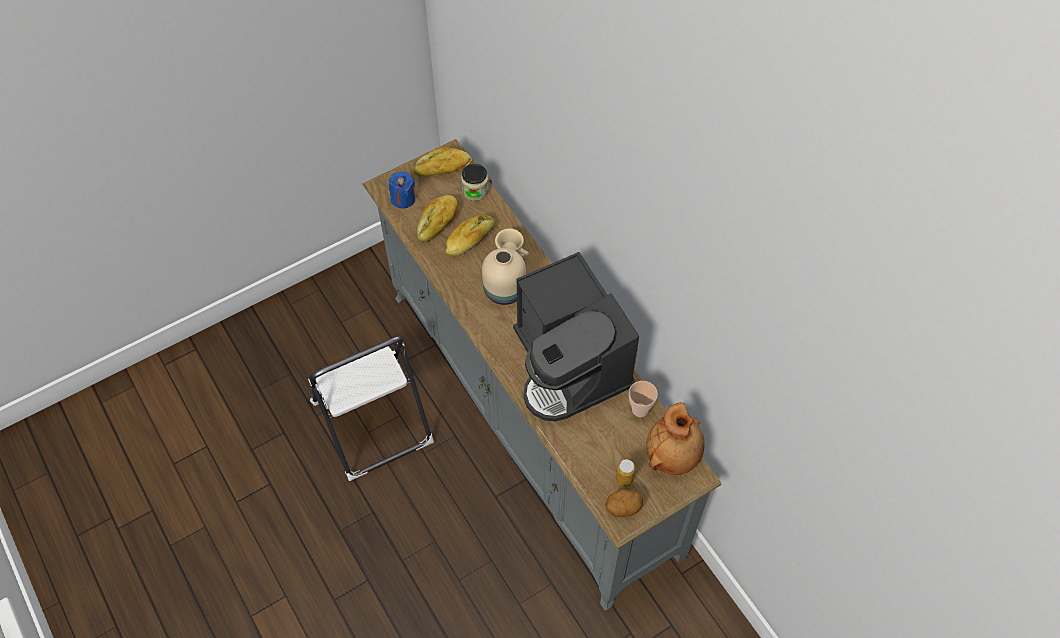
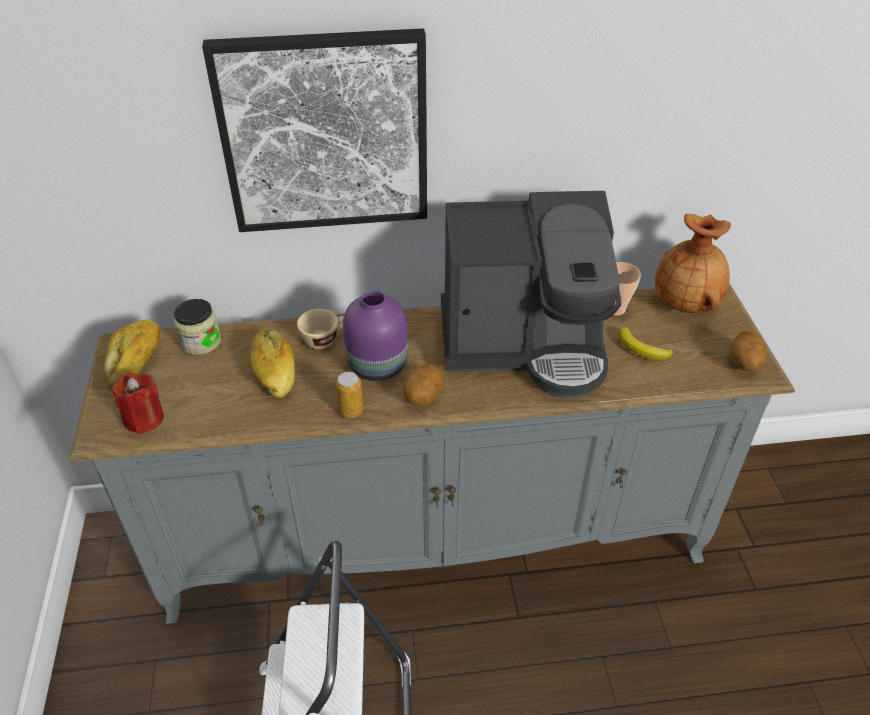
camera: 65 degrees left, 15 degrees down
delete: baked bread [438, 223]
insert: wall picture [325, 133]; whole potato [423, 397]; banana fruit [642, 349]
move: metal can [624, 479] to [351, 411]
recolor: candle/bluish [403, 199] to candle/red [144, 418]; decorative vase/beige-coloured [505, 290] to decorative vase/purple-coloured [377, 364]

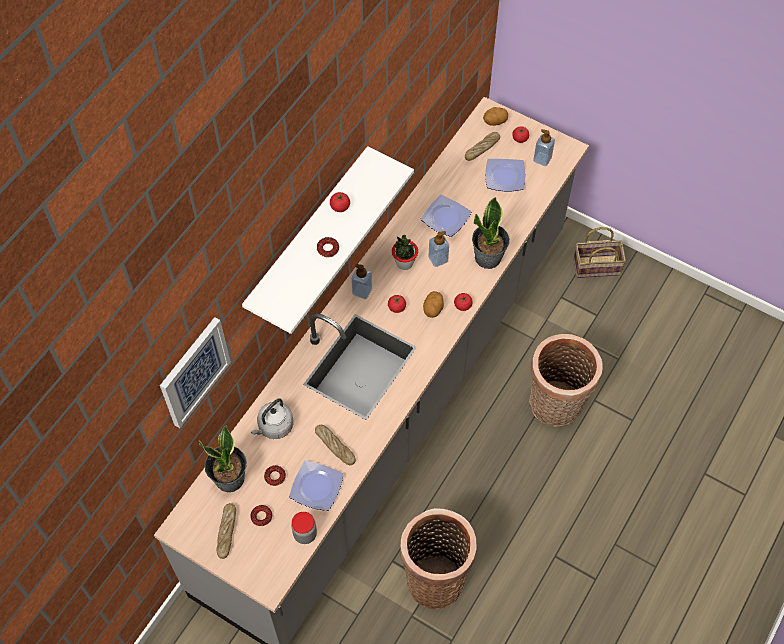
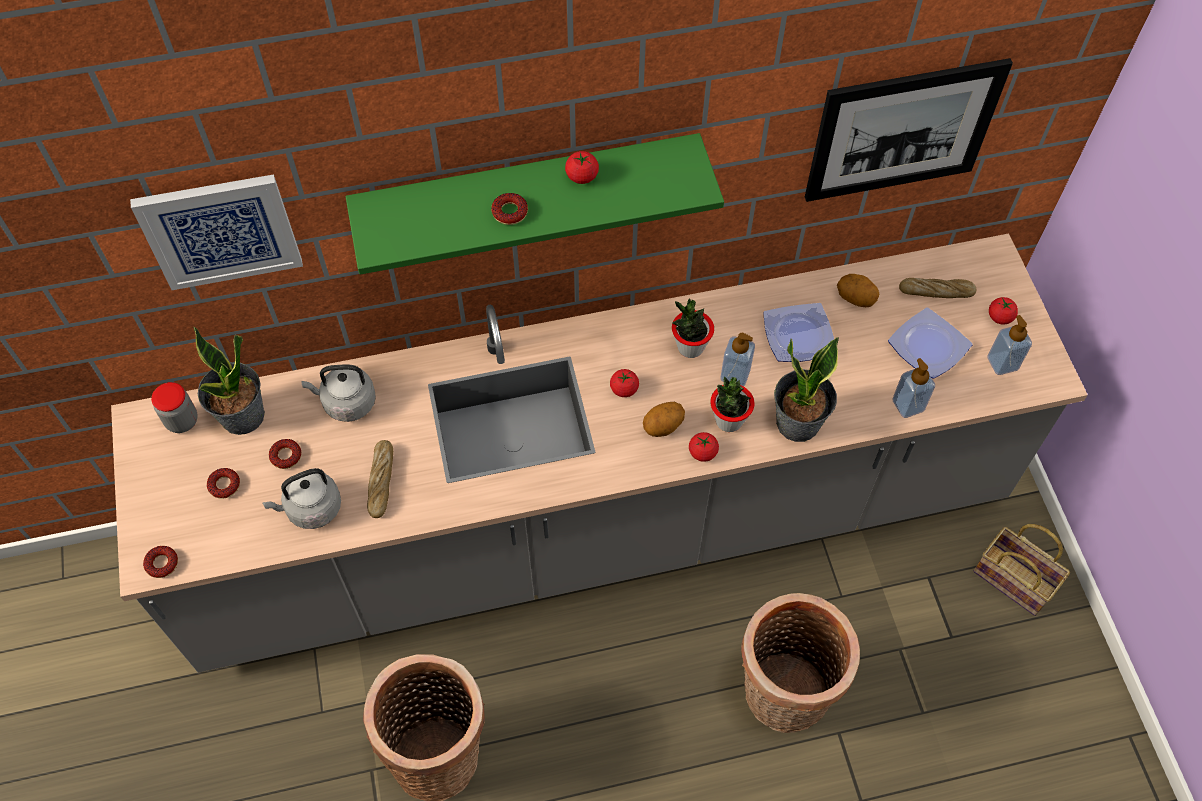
camera: 45 degrees right, 0 degrees up
delete: baked bread [227, 532]
insert: doughnut [162, 564]; houseplant [728, 421]; wall picture [902, 130]
move: preserve jar [305, 534] to [182, 421]; soap bottle [362, 291] to [908, 405]; whole potato [495, 122] to [855, 298]
replace: flat dish [317, 488] to water kettle/greyish [311, 509]
recolor: bracket shelf/white [308, 237] to bracket shelf/green-coloured [527, 192]

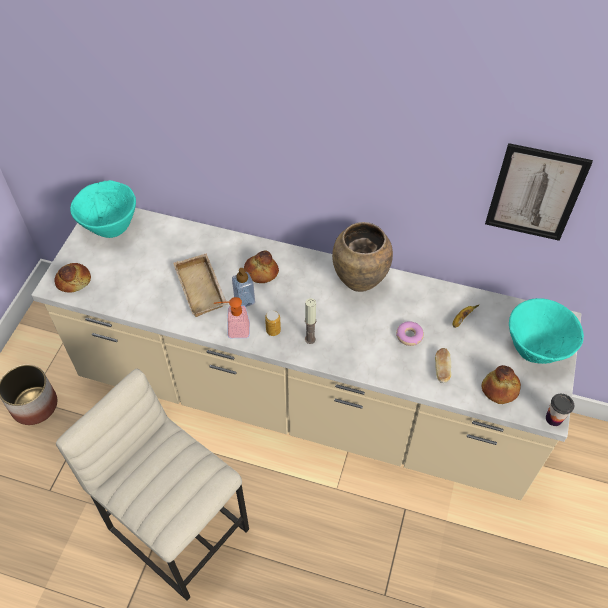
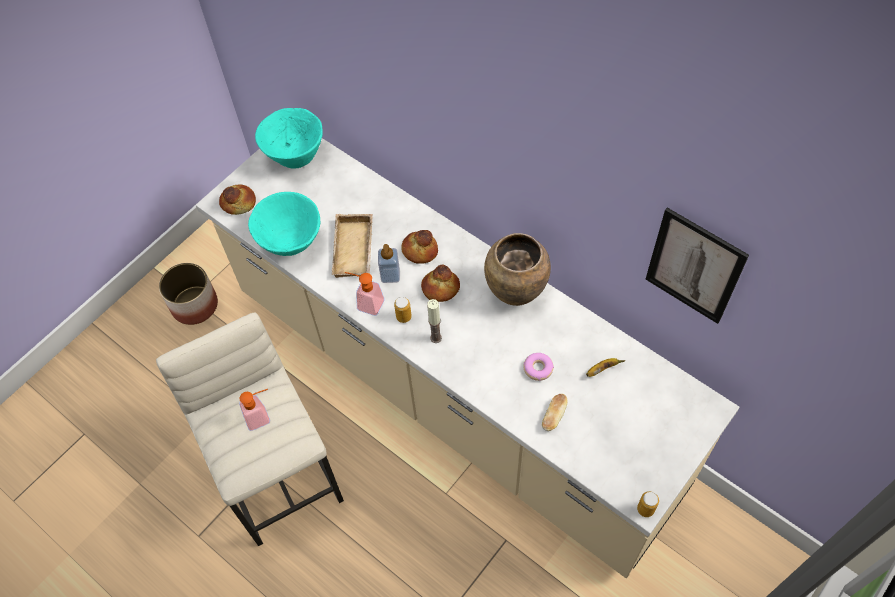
camera: 25 degrees right, 5 degrees up
insert: soap bottle [262, 416]
move: baked bread [500, 389] to [440, 288]; serving bowl/turquoise-coloured [536, 350] to [291, 243]
replace: cup [553, 418] to metal can [645, 509]

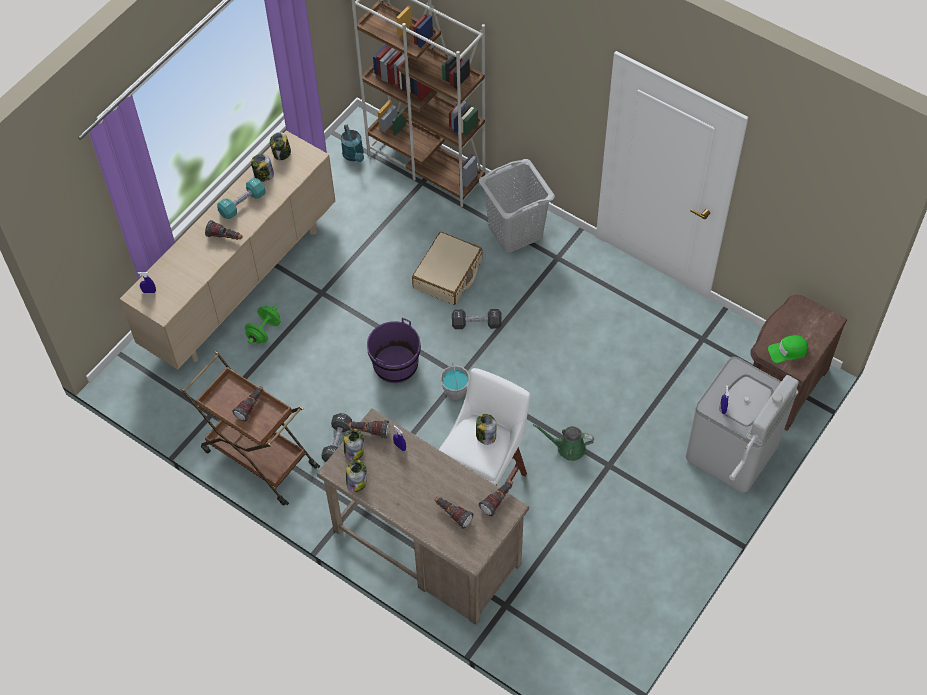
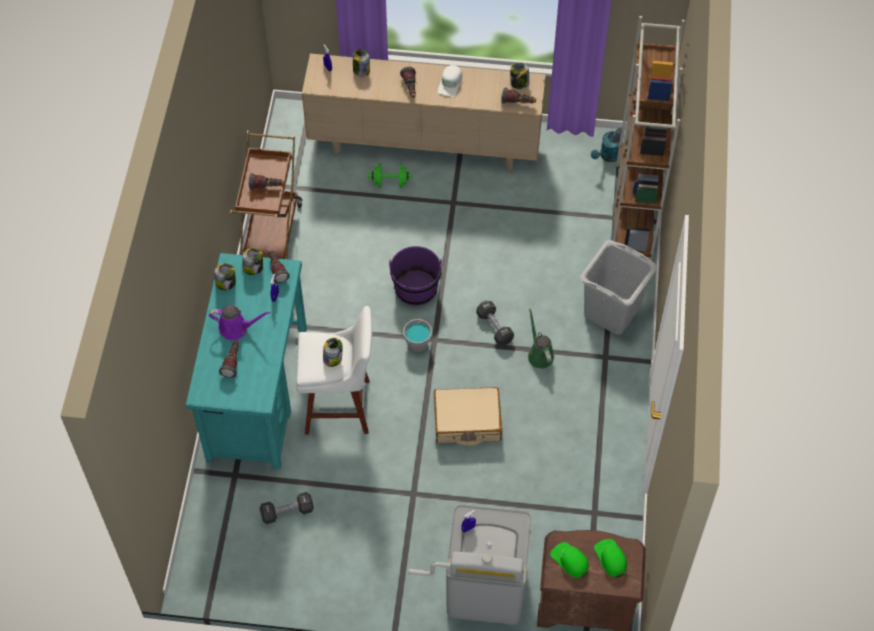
camera: 60 degrees right, 0 degrees up
insert: watering can/purple-coloured [236, 328]; cap/green-coloured [611, 558]
move: preserve jar [263, 175] to [361, 70]; free weight/blackish [337, 443] to [287, 512]; suitcase/beige-coloured [448, 275] to [467, 421]; flashlight [498, 500] to [518, 103]; watering can/green-coloured [568, 448] to [539, 354]
replace: free weight/turquoise-coloured [242, 204] to cap/white [450, 83]
recolor: desk/brown-coloured [425, 547] to desk/turquoise-coloured [256, 392]

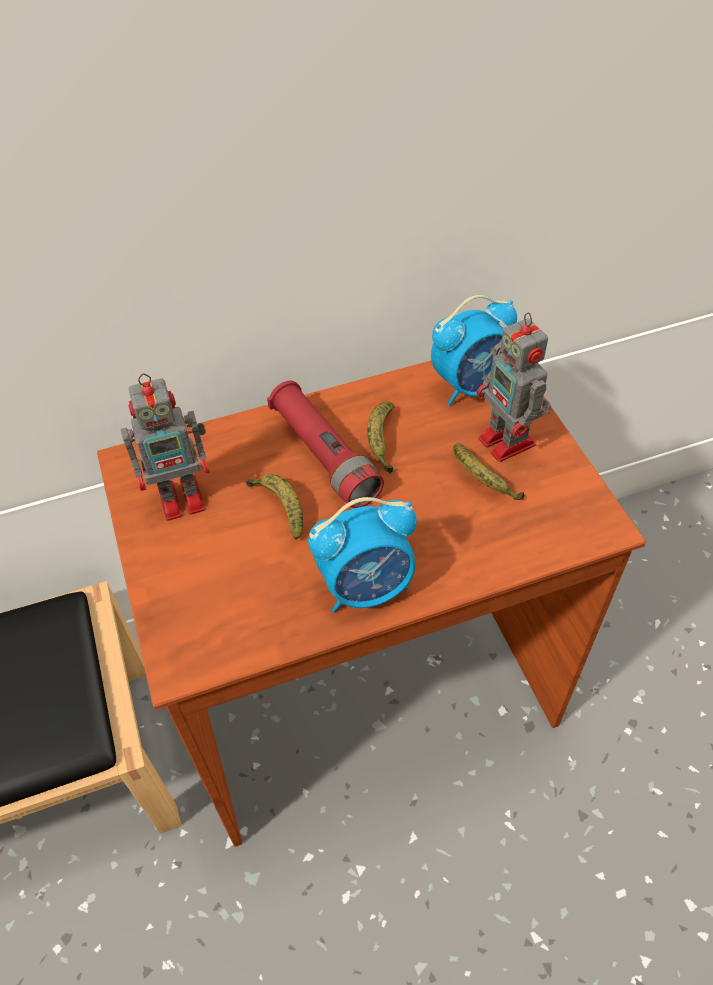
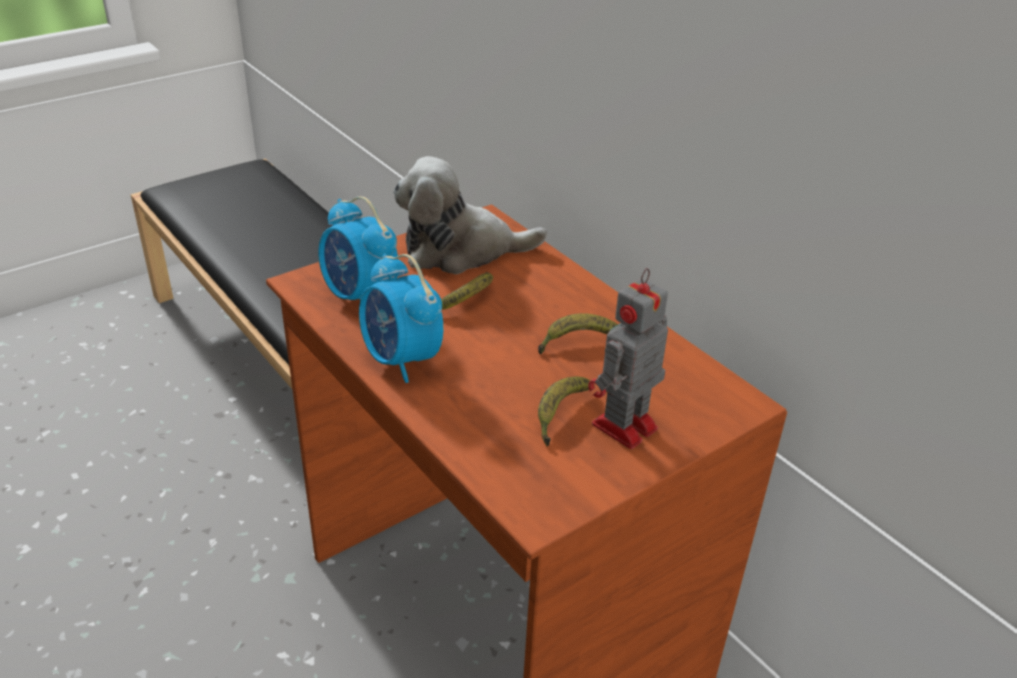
camera: 70 degrees right, 15 degrees down
delete: flashlight/red [324, 455]
move: table clock [472, 386] to [360, 297]
replace: model robot [184, 497] to plush toy [461, 251]

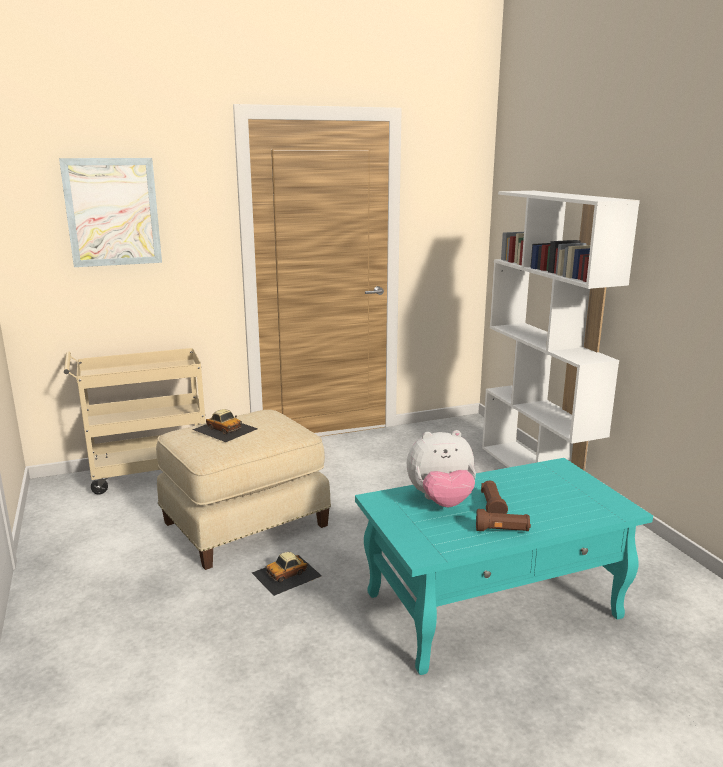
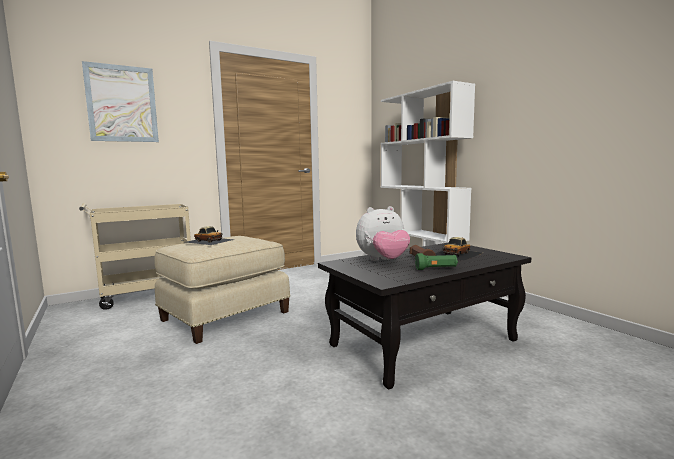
camera: 10 degrees left, 10 degrees down
move: miniature car [287, 574] to [457, 253]
recolor: coffee table/turquoise-coloured [494, 605] to coffee table/blackish [425, 342]; flashlight/brown-coloured [502, 531] to flashlight/green-coloured [436, 269]

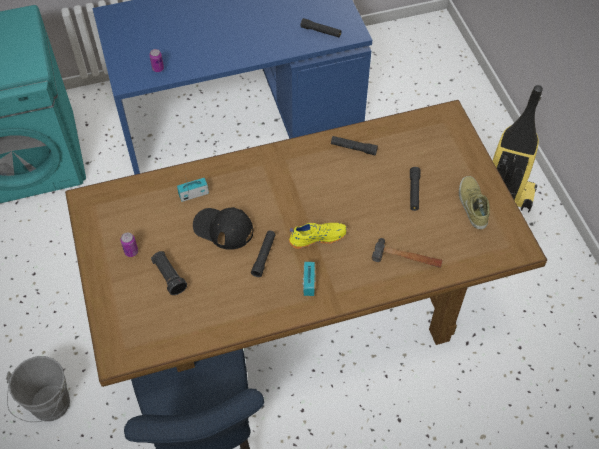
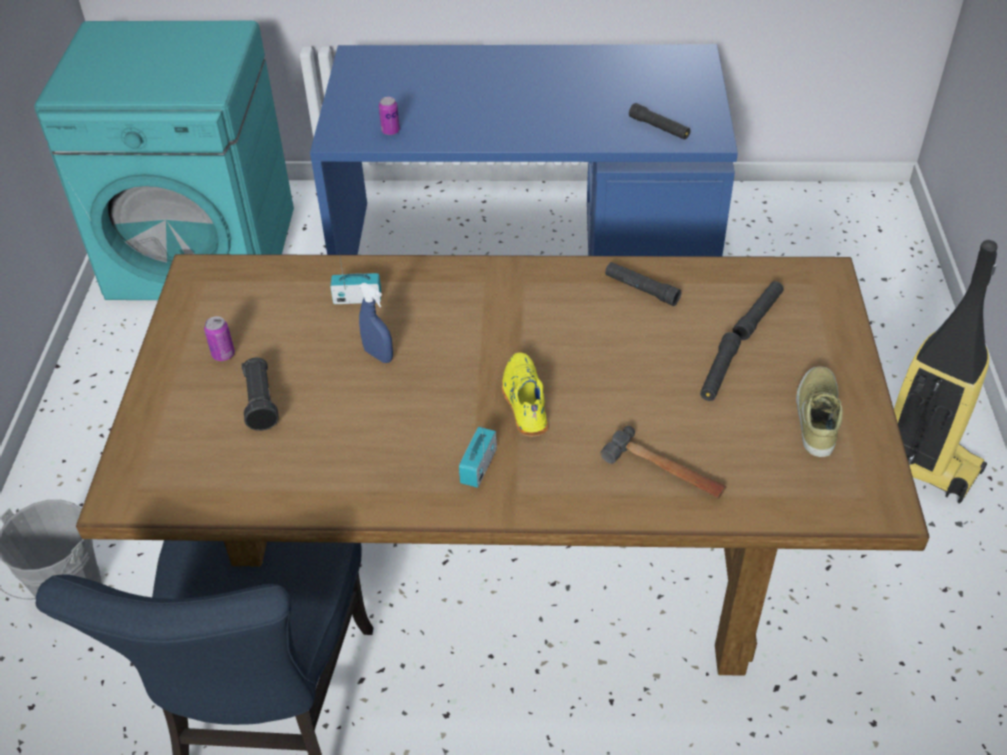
camera: 20 degrees right, 10 degrees down
move: flashlight/blackish [264, 256] to [758, 316]
replace: cap/blackish [223, 228] to hand sprayer/bluish [378, 355]
rotate: item of footwear/yellow [317, 237] = [524, 402] 105 degrees counterclockwise

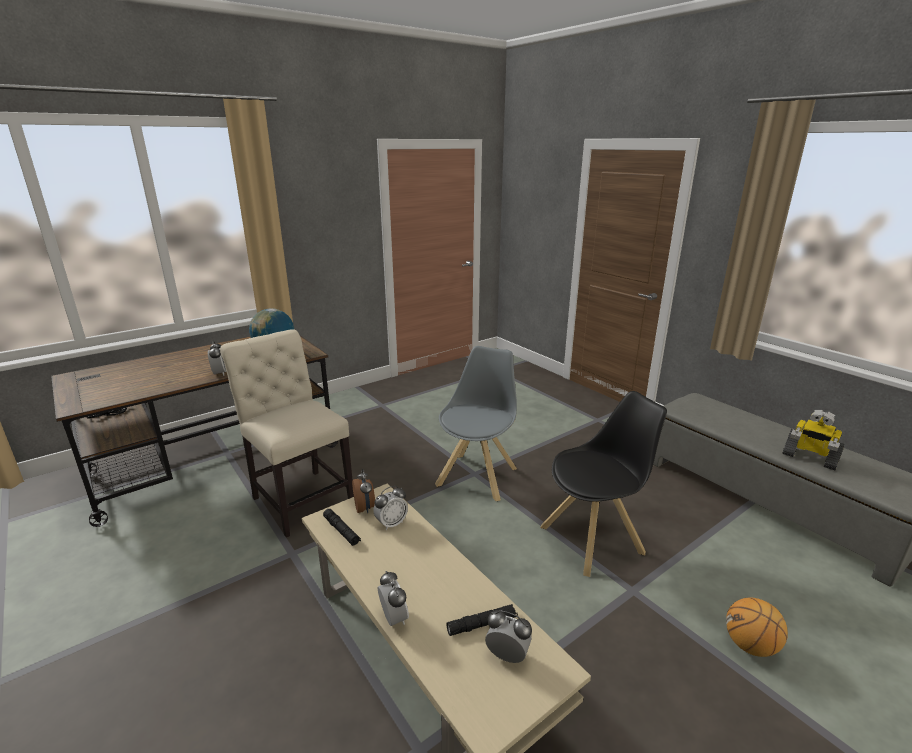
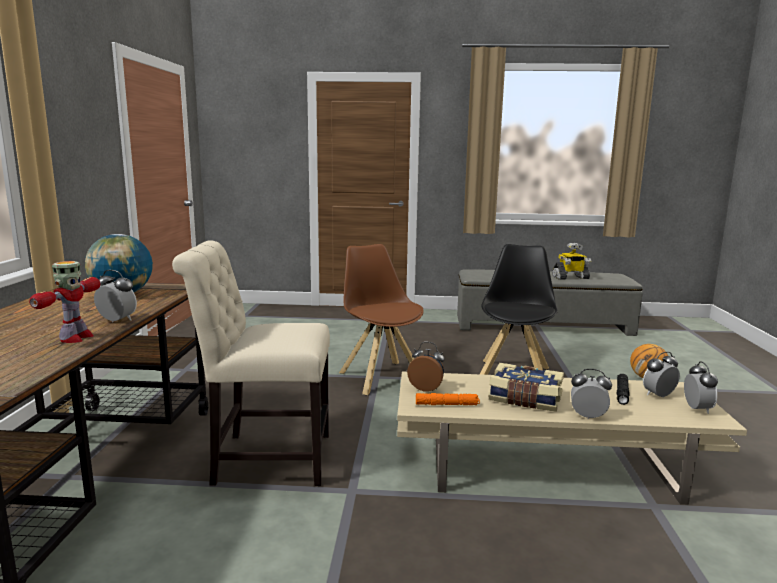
camera: 50 degrees left, 10 degrees down
insert: model robot [75, 338]; book [525, 399]
move: table clock [391, 523] to [697, 409]
recolor: flashlight/blackish [341, 531] to flashlight/orange-coloured [447, 404]; upright chair/greyish [478, 475] to upright chair/brown-coloured [381, 376]

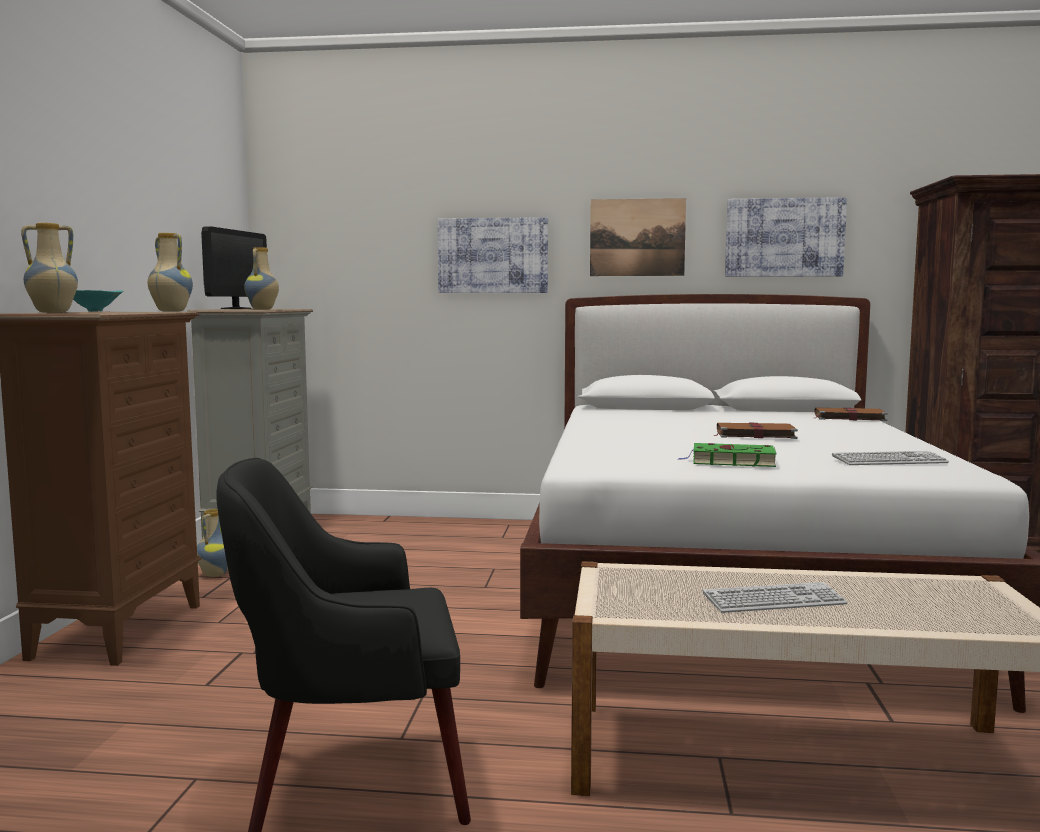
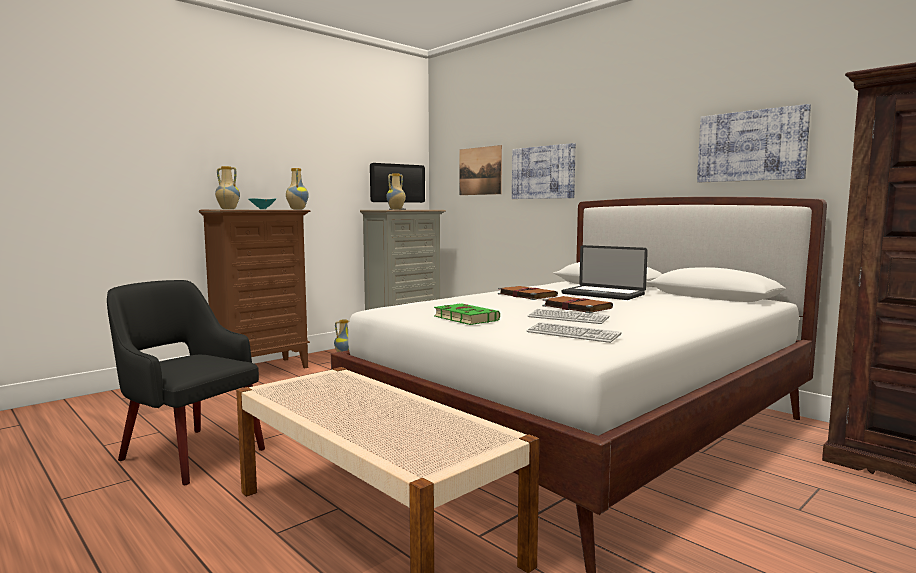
camera: 40 degrees right, 0 degrees up
insert: portable computer [602, 294]
move: wall picture [637, 237] to [480, 171]; keyboard [774, 600] to [567, 318]; book/brown-coloured [848, 417] to [526, 295]

